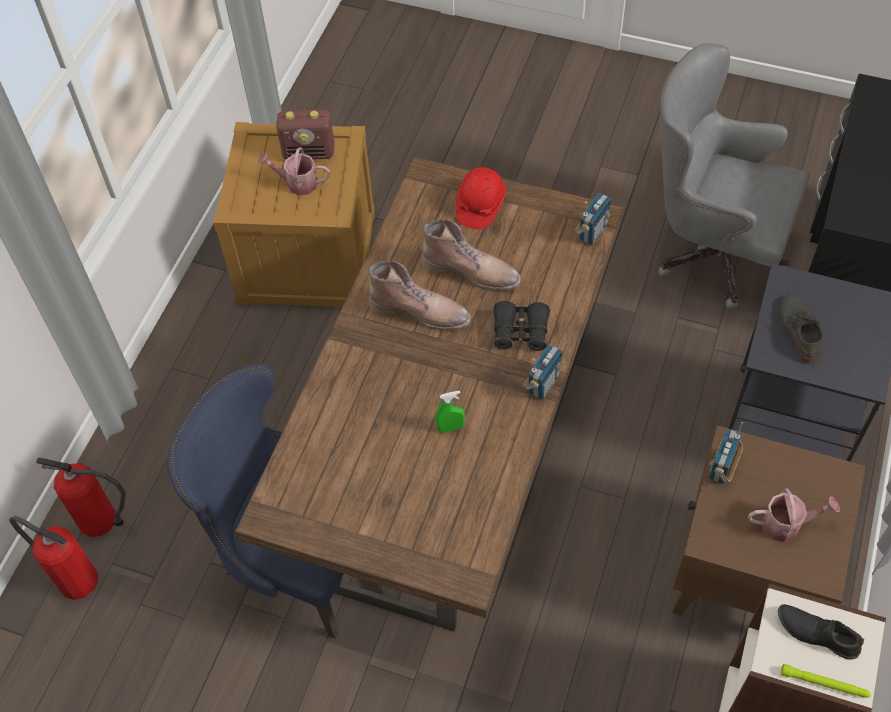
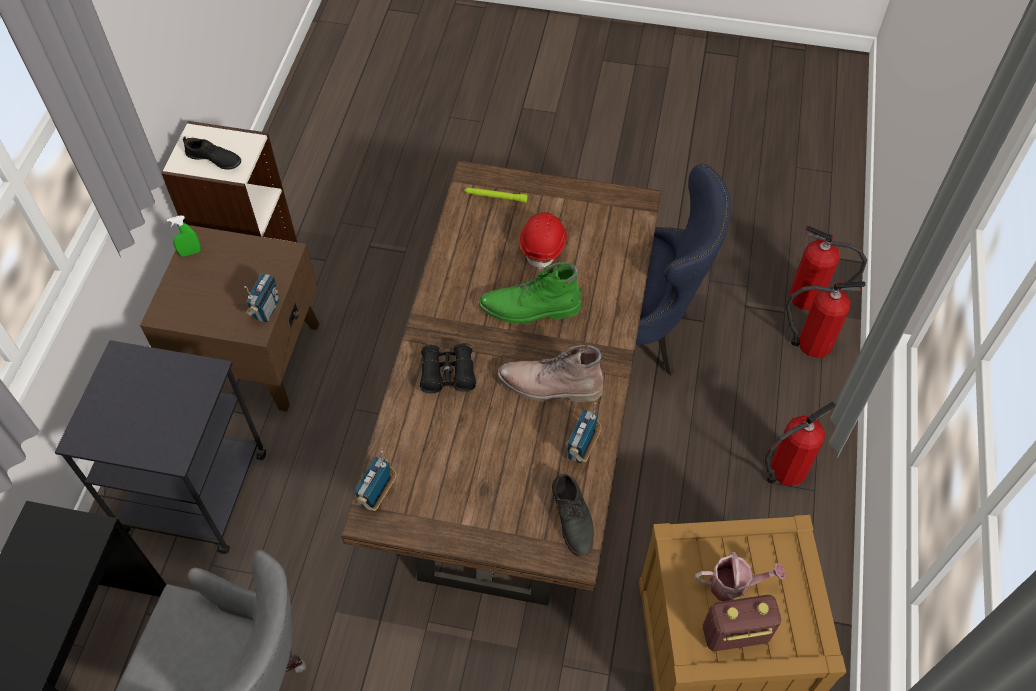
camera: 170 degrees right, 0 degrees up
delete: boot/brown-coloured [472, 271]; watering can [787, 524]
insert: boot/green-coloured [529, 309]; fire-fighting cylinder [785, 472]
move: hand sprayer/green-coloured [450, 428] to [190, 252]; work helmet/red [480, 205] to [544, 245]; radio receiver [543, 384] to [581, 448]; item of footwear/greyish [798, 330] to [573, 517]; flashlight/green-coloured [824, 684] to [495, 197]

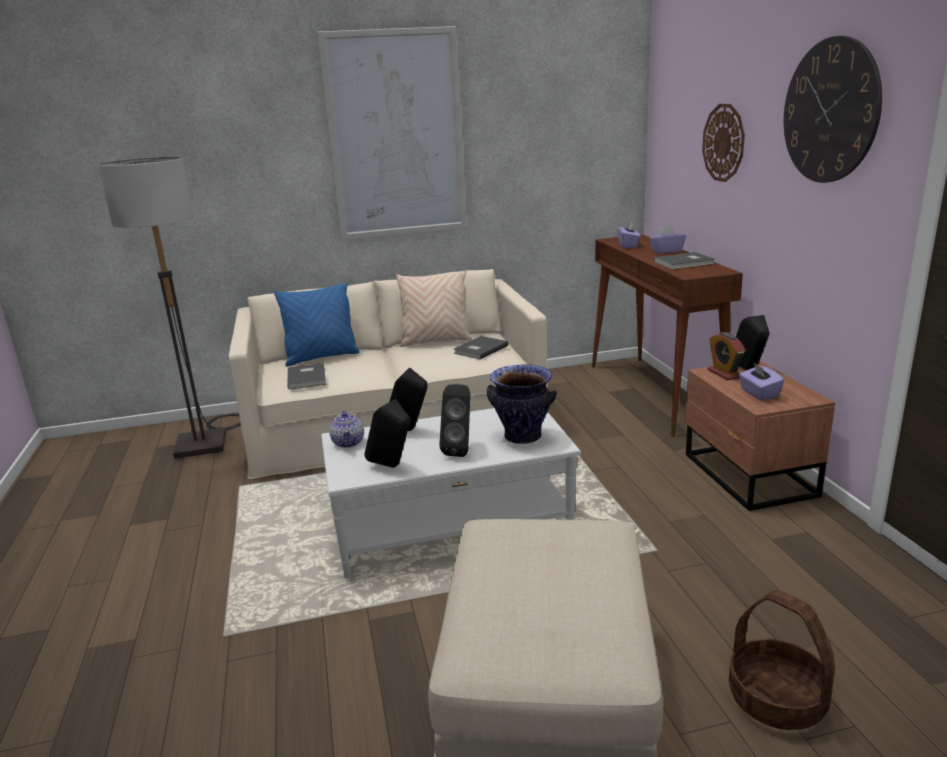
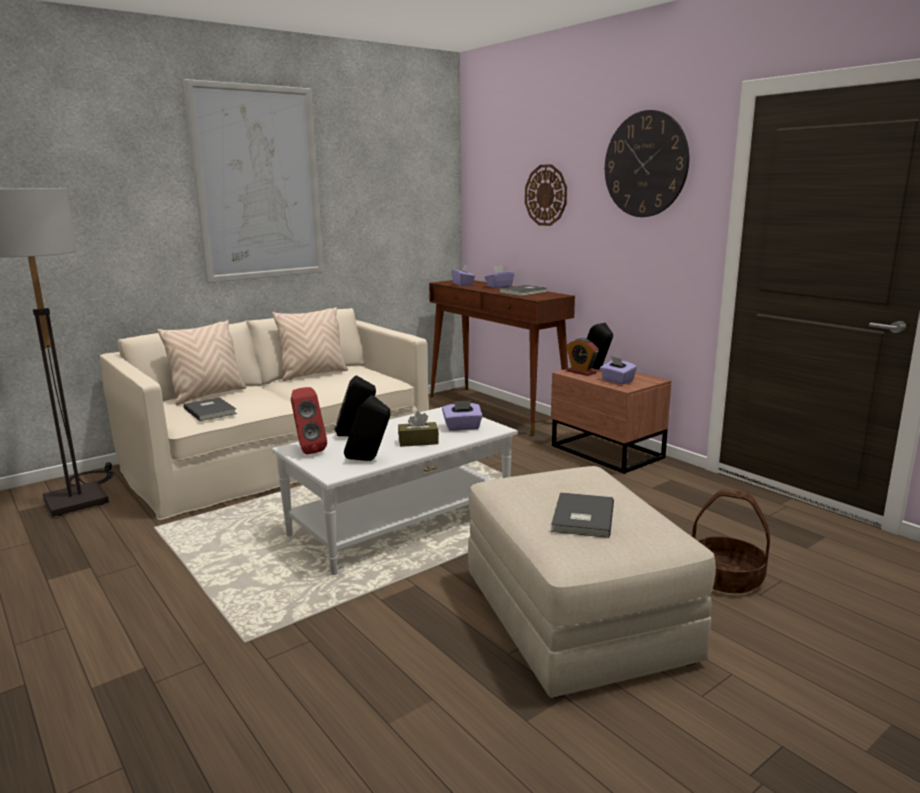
camera: 25 degrees left, 5 degrees down
move: book/greyish [479, 349] to [581, 518]
replace: teapot [348, 442] to loudspeaker/red [307, 450]; loudspeaker/blackish [460, 450] to tissue box/brown-coloured [418, 442]; decorative vase [523, 437] to tissue box/purple-coloured [462, 427]
recolor: cushion/bluish [321, 357] to cushion/beige-coloured [208, 395]

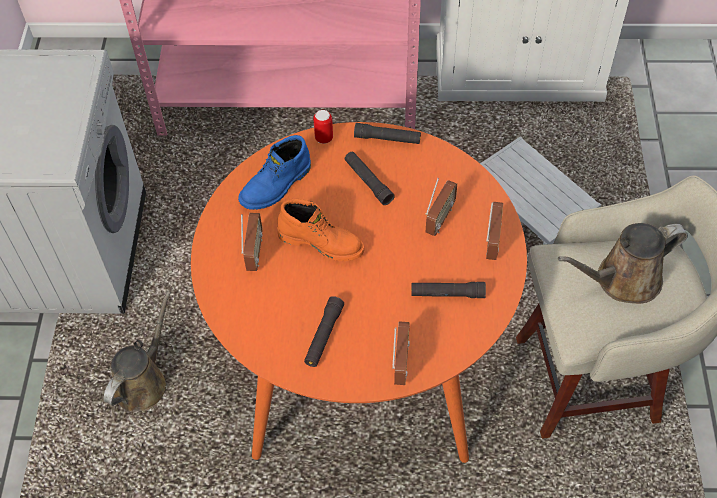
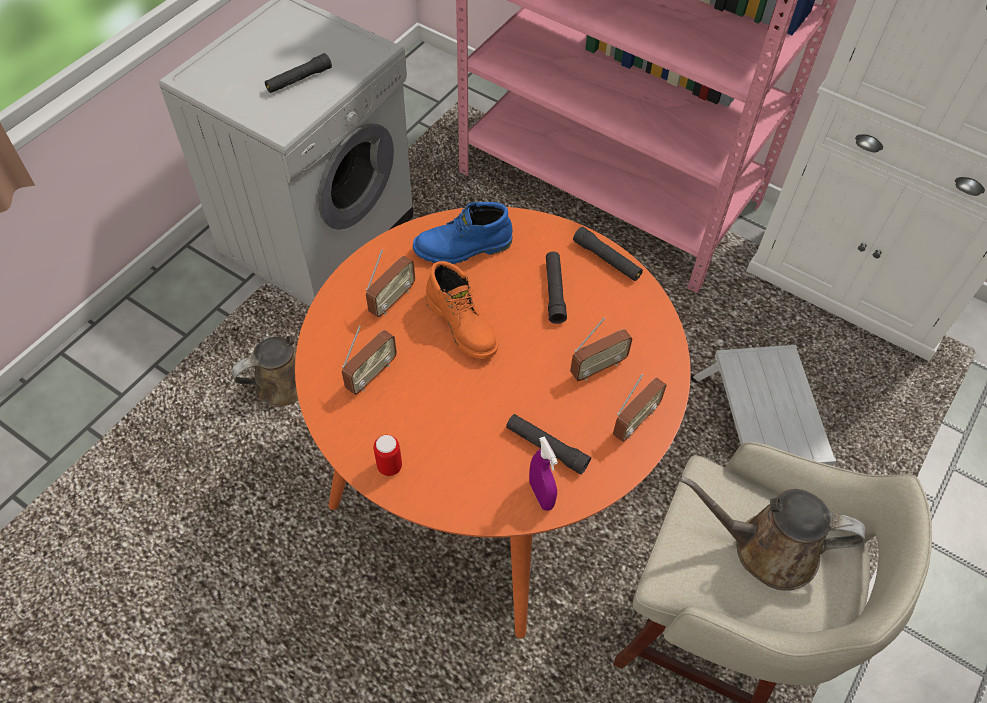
camera: 30 degrees right, 0 degrees up
insert: hand sprayer/purple-coloured [541, 495]
move: flashlight/blackish [324, 336] to [299, 80]; metal can [324, 138] to [389, 466]; radio receiver [400, 363] to [371, 375]

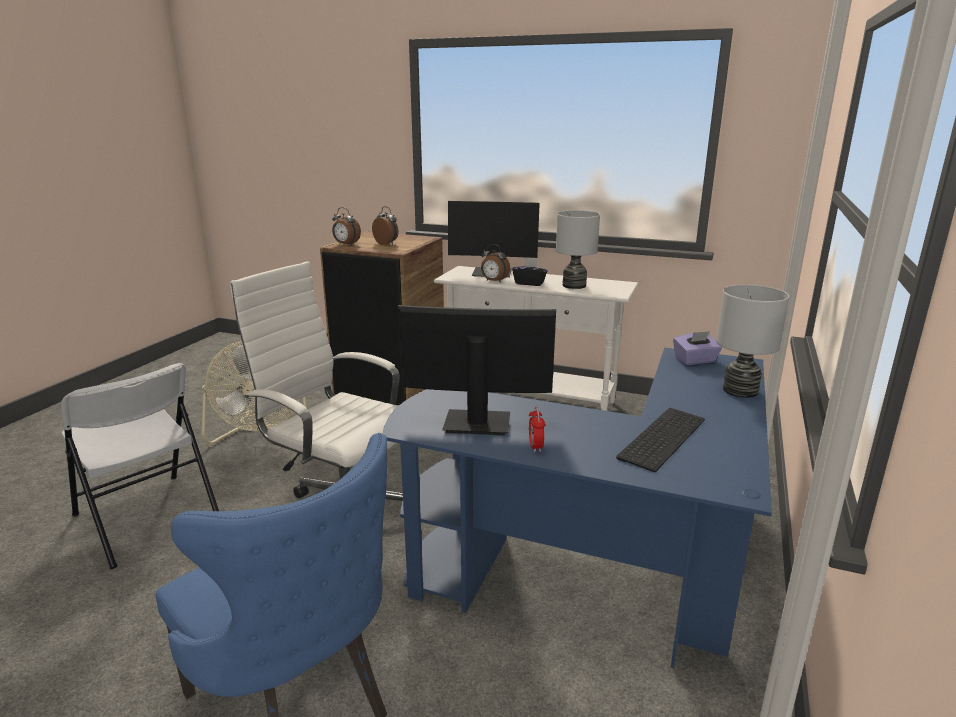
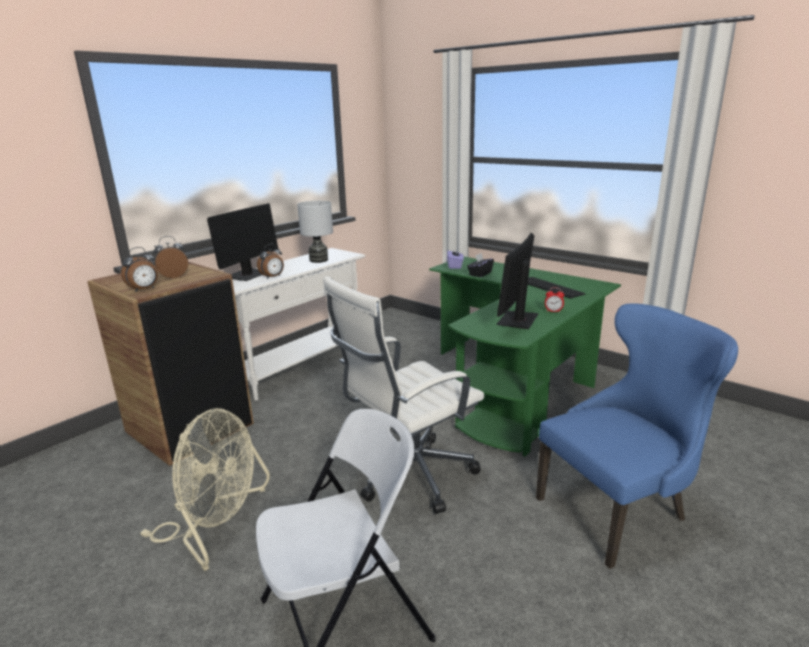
camera: 70 degrees left, 0 degrees up
delete: lamp for a table/greyish [740, 391]
move: tissue box/blackish [529, 283] to [480, 274]
recolor: desk/bluish [610, 567] to desk/green-coloured [515, 385]

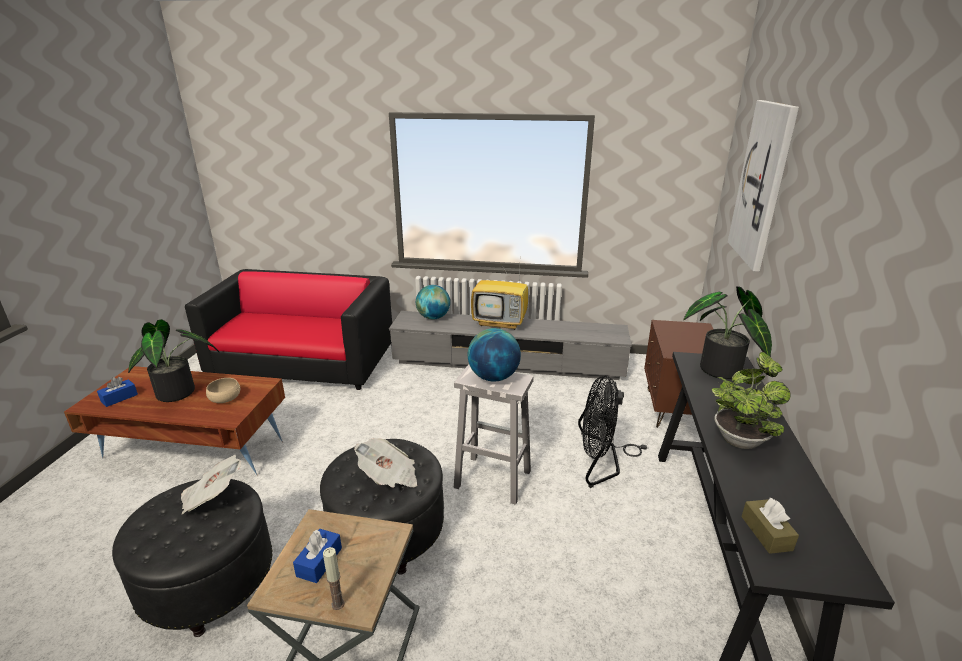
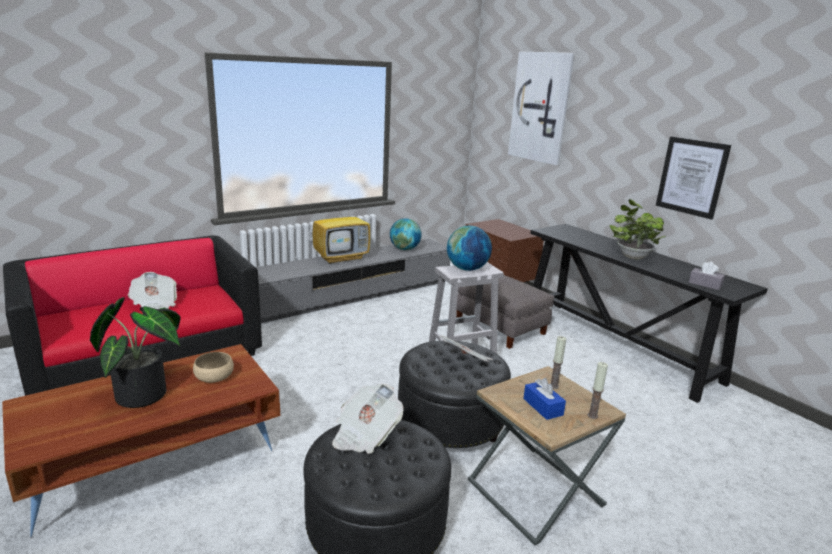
camera: 45 degrees left, 5 degrees down
delete: tissue box/bluish [119, 398]; houseplant [721, 372]
insert: printed paper [154, 305]; candle [554, 386]; wall picture [691, 177]
move: world globe [433, 317] to [405, 249]
replace: fan/blackish [603, 457] to pouffe/greyish [500, 327]
recolor: tissue box/brown-coloured [766, 533] to tissue box/greyish [705, 284]

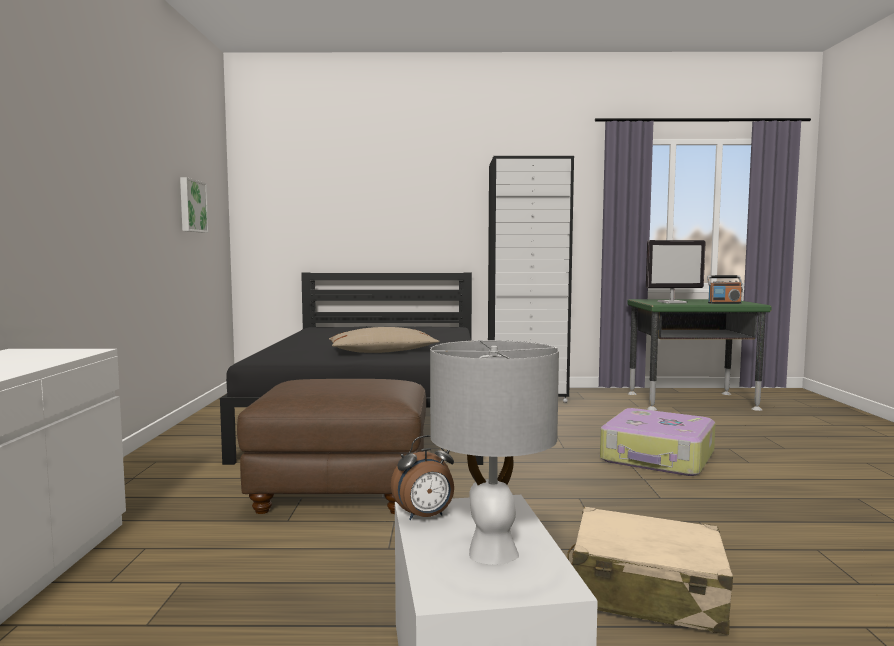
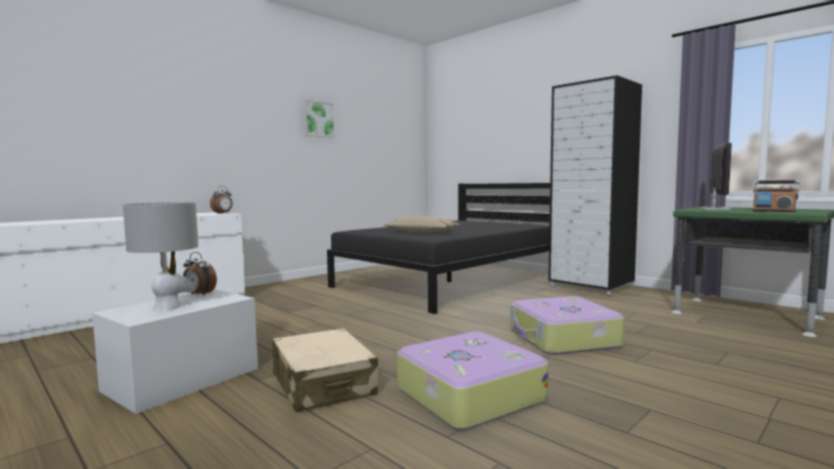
camera: 45 degrees right, 0 degrees up
delete: pouffe/brown-coloured [341, 491]
insert: table clock [222, 213]; suitcase [468, 394]
move: wall picture [191, 206] to [318, 119]
rotate: monitor [672, 302] = [715, 209] 105 degrees counterclockwise

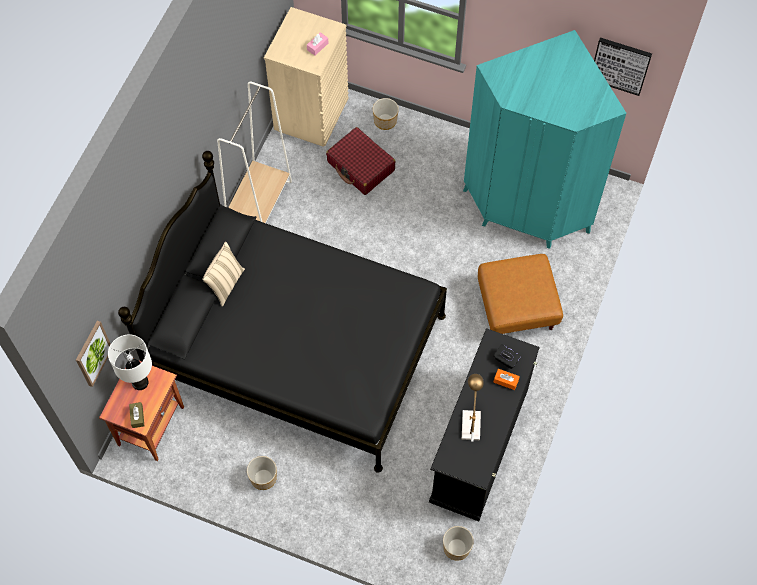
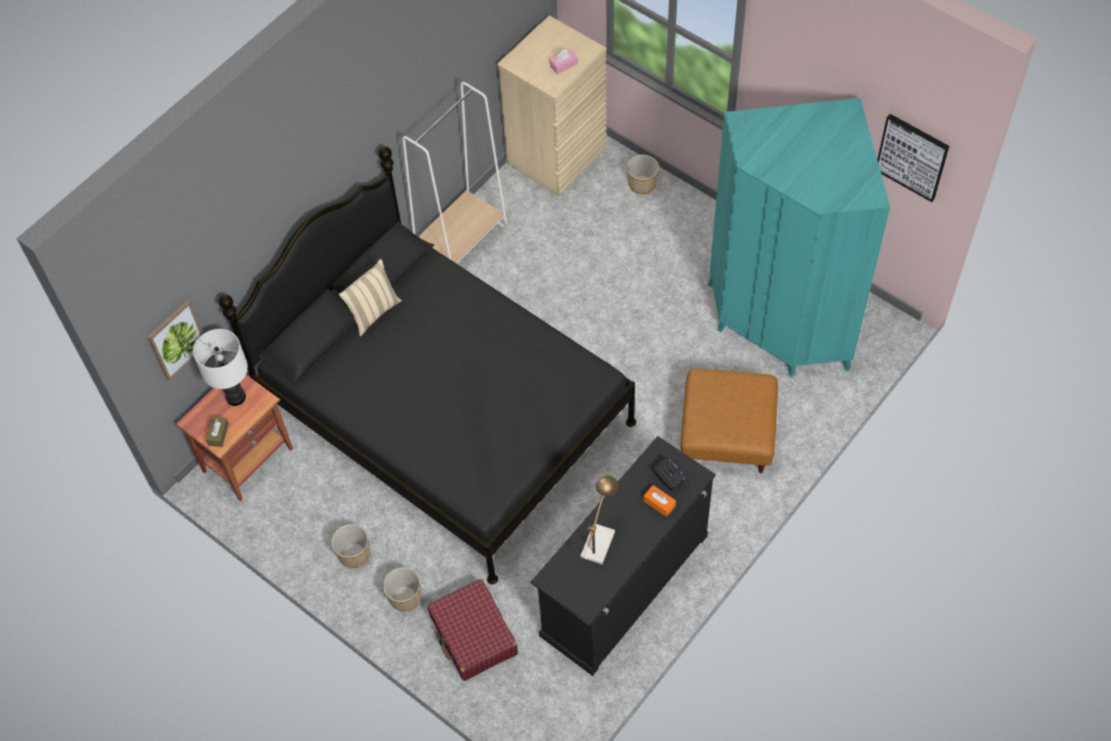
camera: 20 degrees right, 5 degrees down
move: suitcase/red [361, 166] to [473, 635]; plant pot [456, 548] to [405, 597]

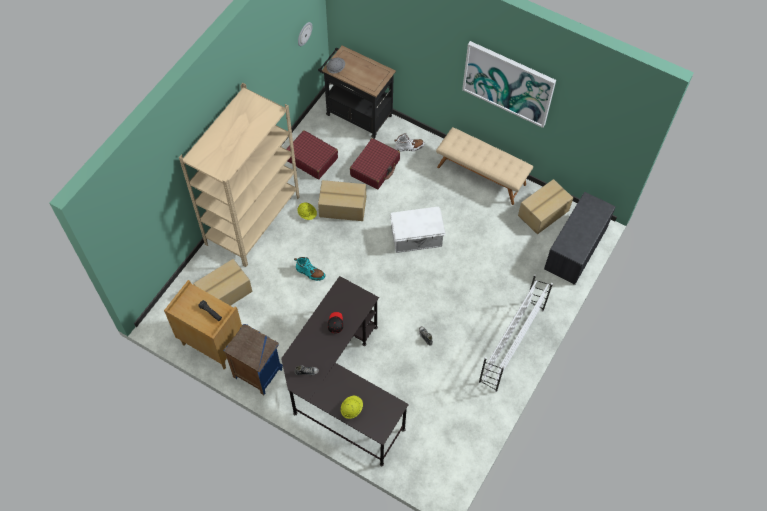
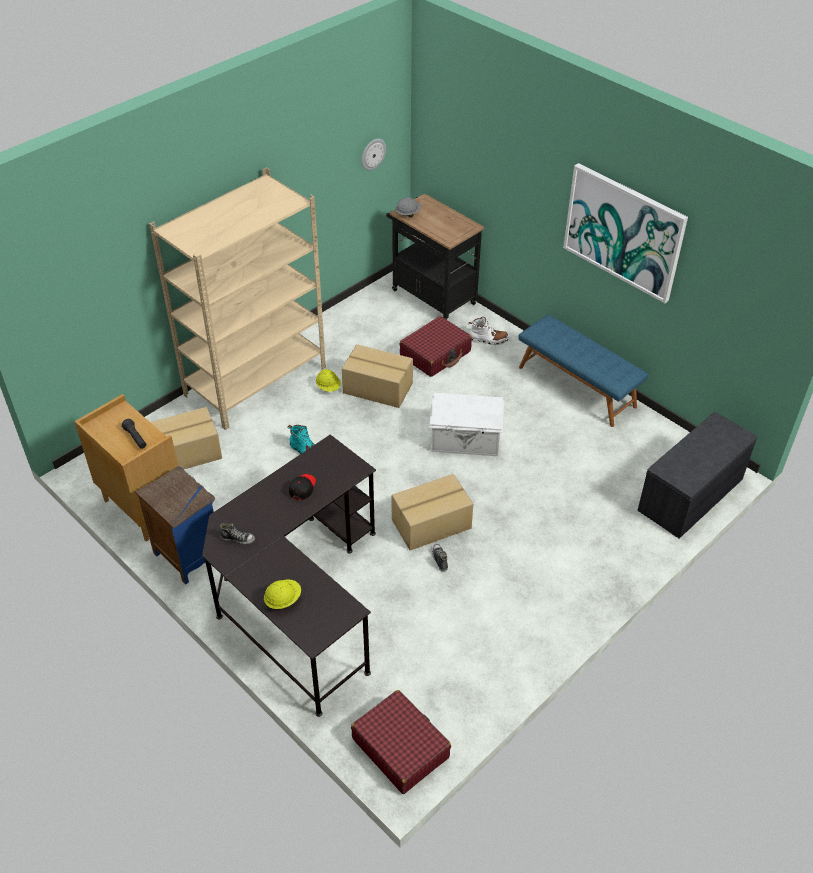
camera: 15 degrees right, 15 degrees down
delete: shoe stand/white [511, 345]
move: suitcase/red [311, 159] to [400, 747]; carton [544, 213] to [432, 524]
recolor: long seat/beige-coloured [481, 175] to long seat/bluish [577, 386]

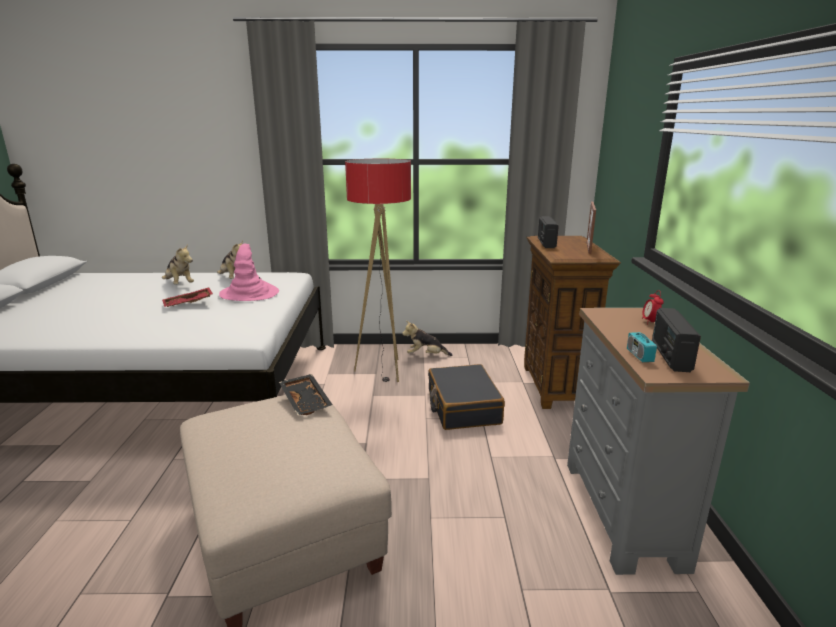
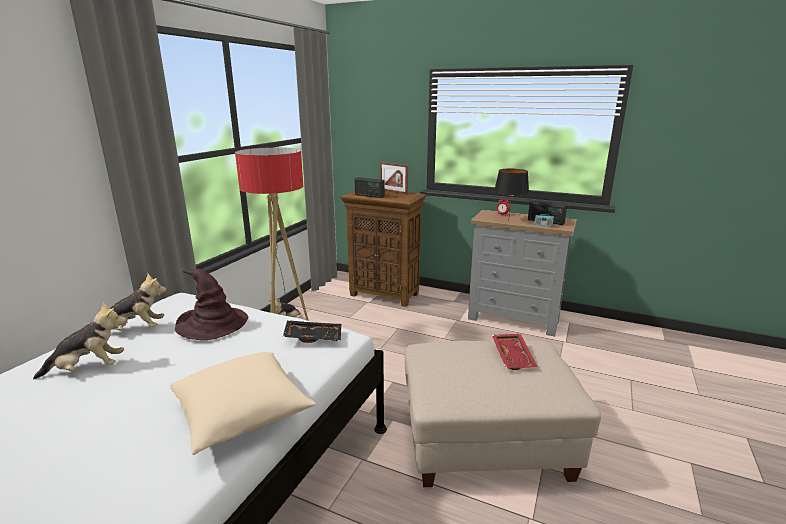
camera: 65 degrees left, 0 degrees up
delete: suitcase/blackish [463, 407]
insert: cushion/beige-coloured [243, 415]; lamp for a table/blackish [508, 221]
move: tray/red [188, 303] to [514, 357]; tray/blackish [307, 401] to [313, 337]
recolor: wearable hat/pinkish [249, 293] to wearable hat/brown-coloured [213, 325]

